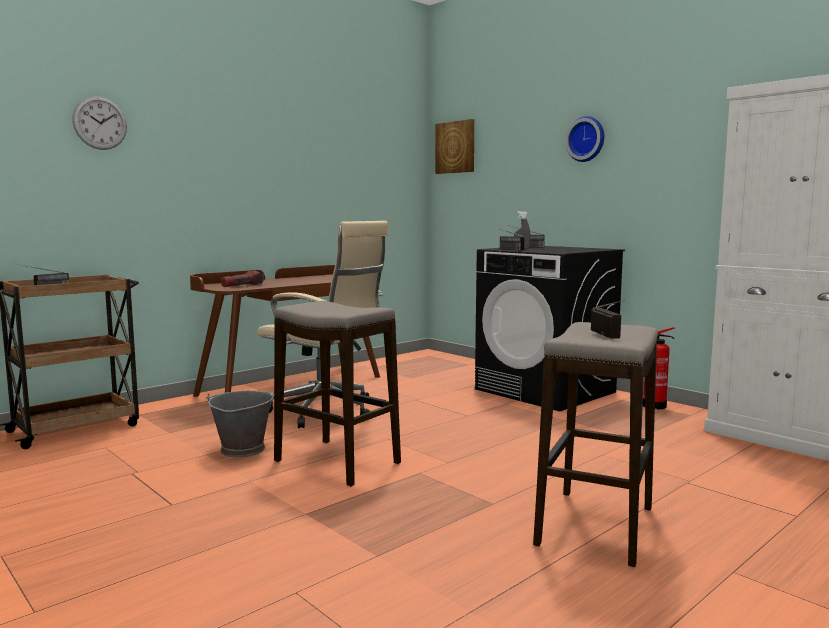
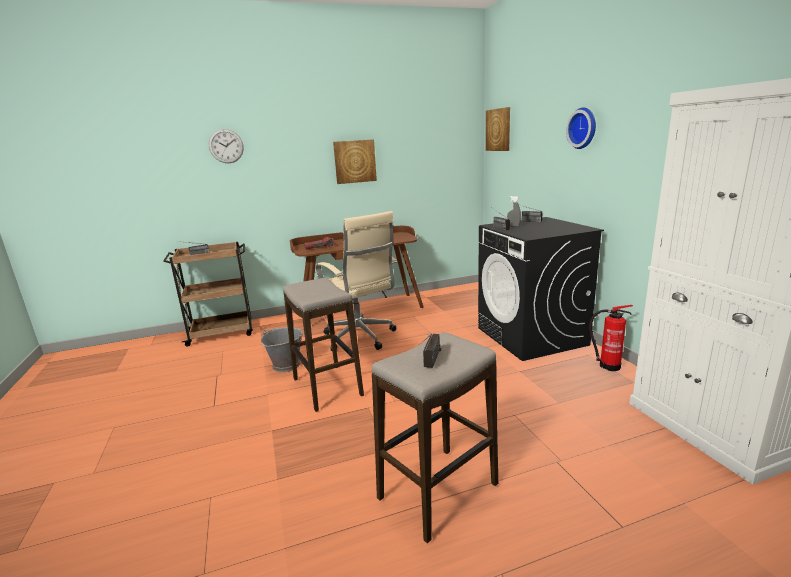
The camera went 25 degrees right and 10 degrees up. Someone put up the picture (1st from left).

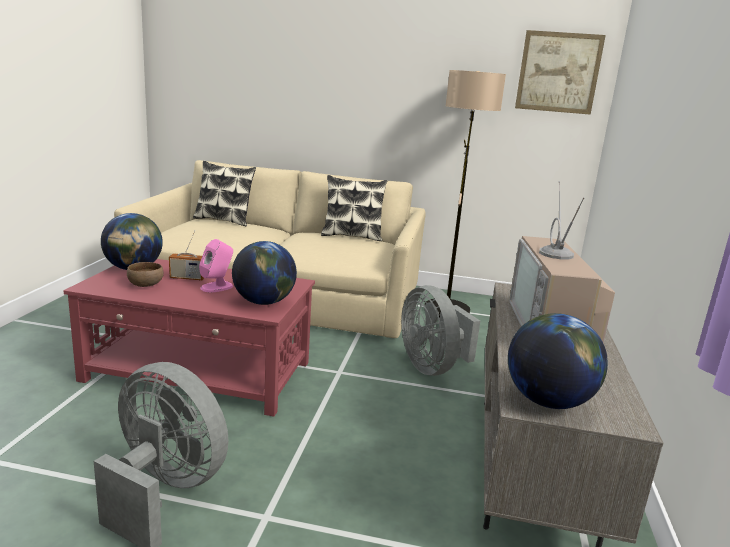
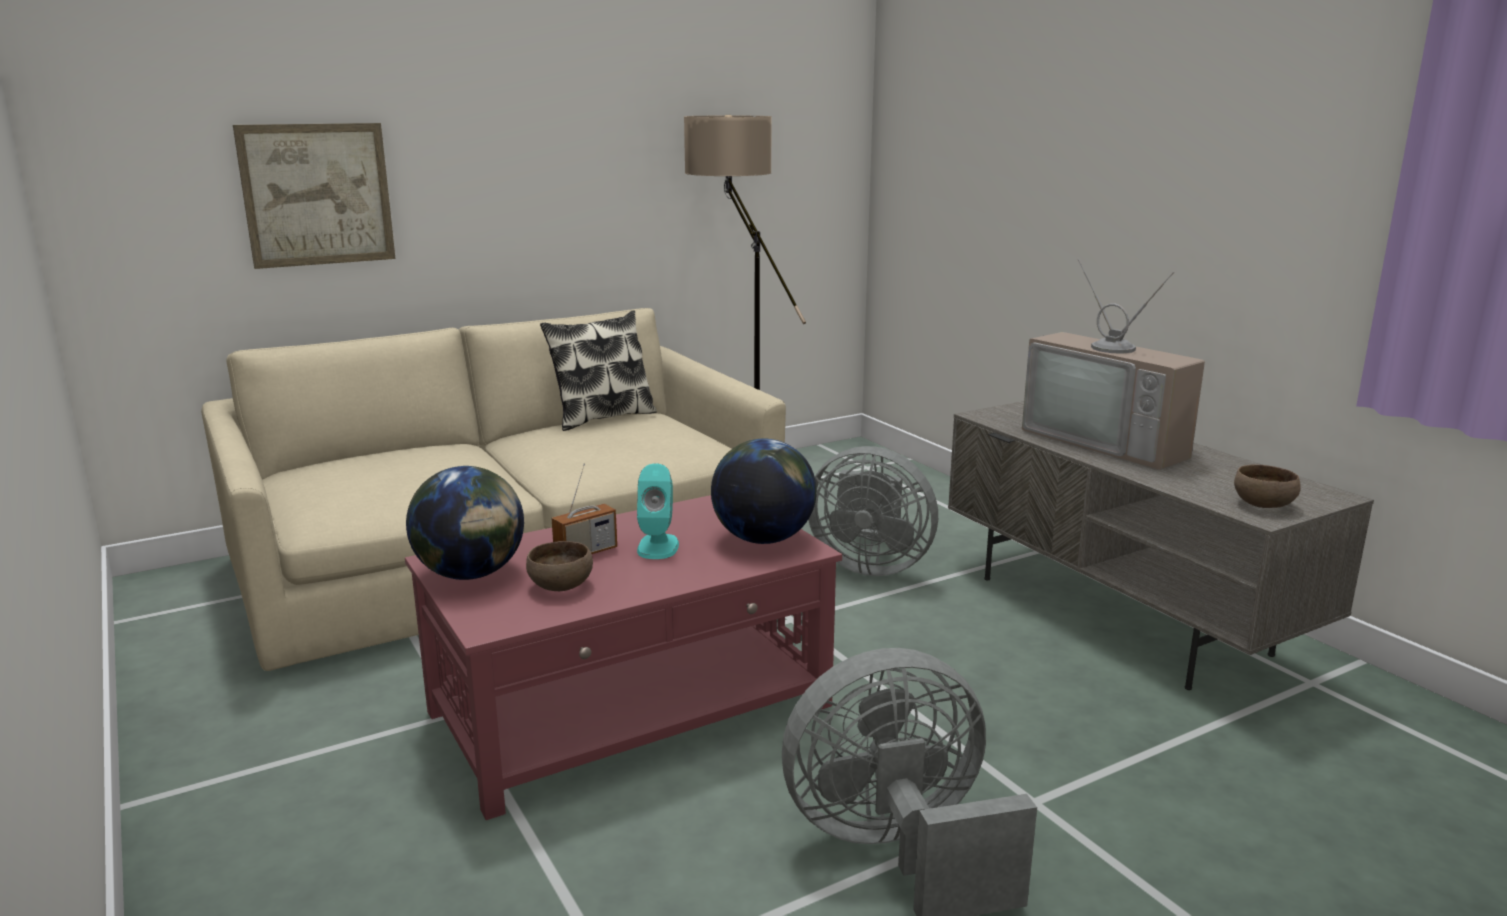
The camera went 40 degrees left and 0 degrees up. Someone carried the picture. Someone took away the cushion (1st from left). Someone repainted the pink-coloured speaker, which became the turquoise-coloured speaker. Someone swapped the globe (3rd from left) for the brown serving bowl (2nd from left).

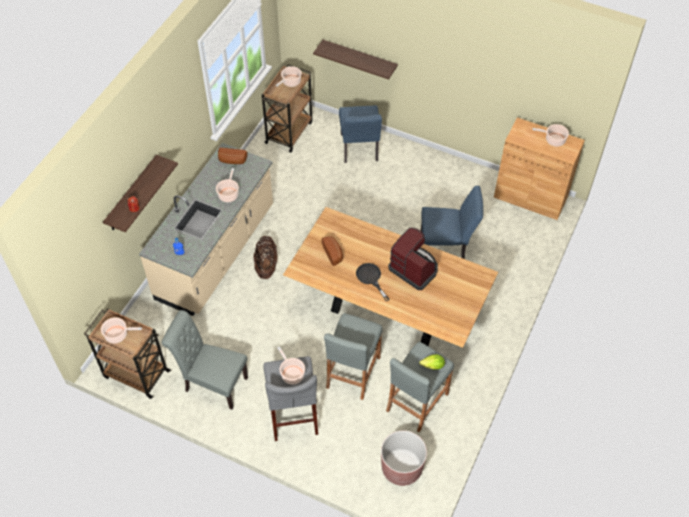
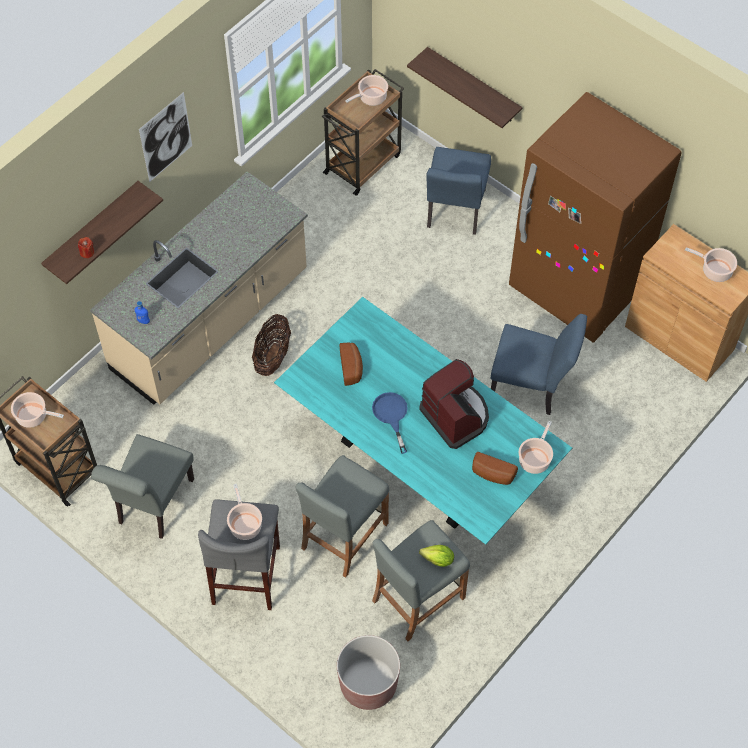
The camera went 15 degrees right and 5 degrees up. Someone carried the bread (1st from left in the first image). Someone carried the stockpot (2nd from left in the first image). Someone repainted the brown dining table, which became the turquoise-coloured dining table. Someone repainted the black pan, which became the blue pan. Someone rotated the grey chair by 105 degrees counterclockwise. Someone put up the picture. Someone put down the brown fridge.

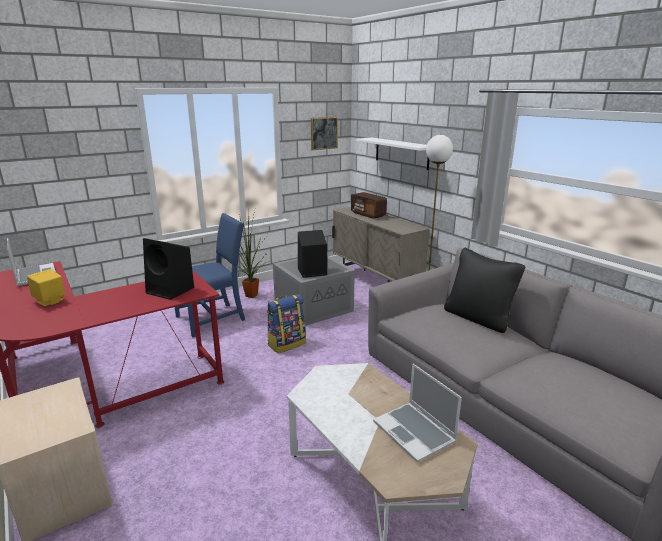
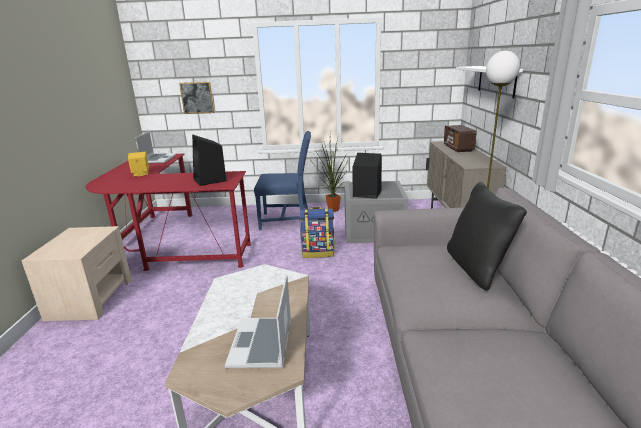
The camera went 35 degrees right and 0 degrees up. Someone carried the picture.

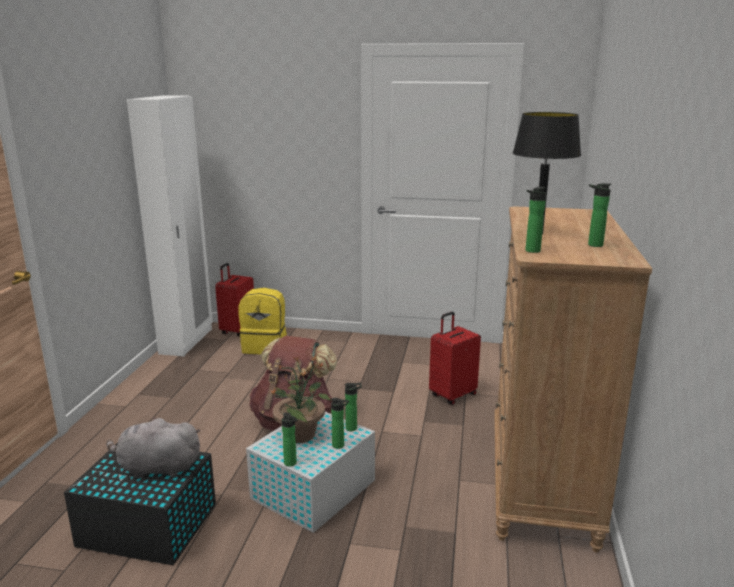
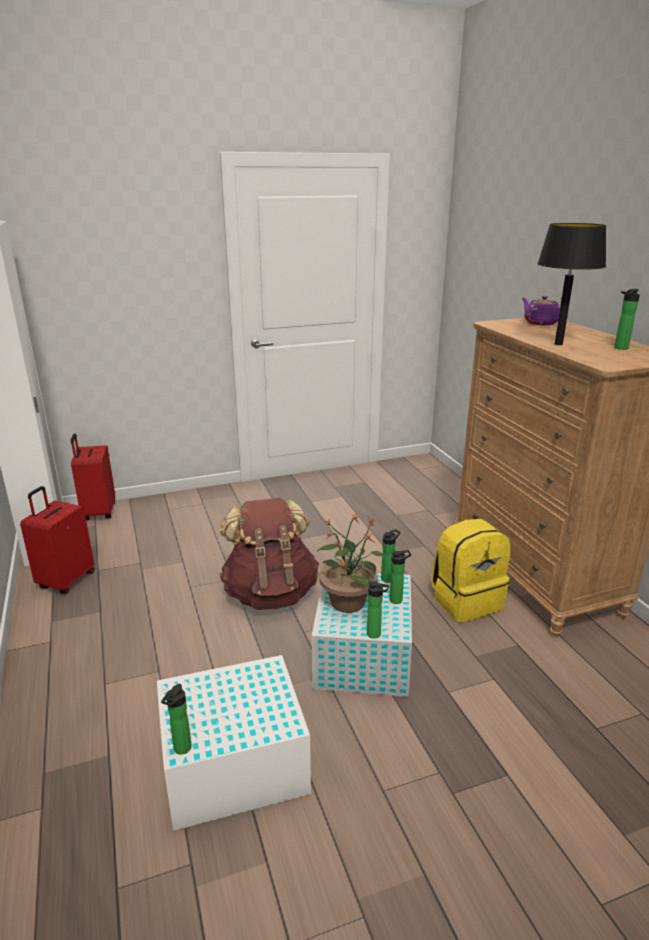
The camera went 30 degrees left and 5 degrees up. Someone carried the beverage bottle (4th from left in the first image). Someone carried the yellow-coloured knapsack. Someone carried the red suitcase (2nd from left in the first image). Someone took away the grey cuddly toy. Someone repainted the black storage container, which became the whitish storage container (1st from left). Someone put down the purplish teapot.

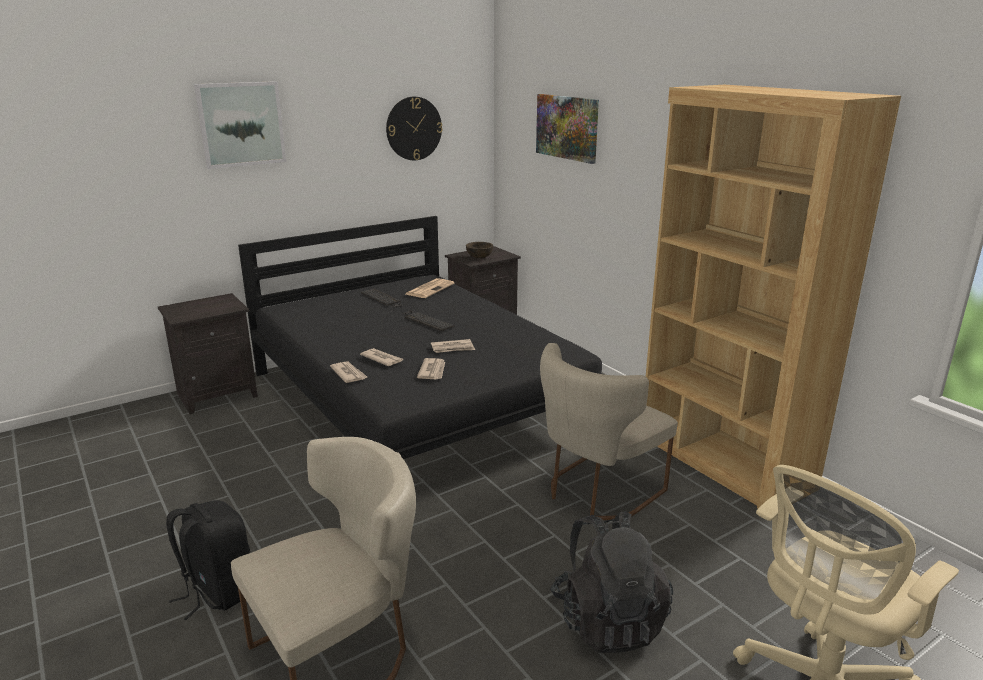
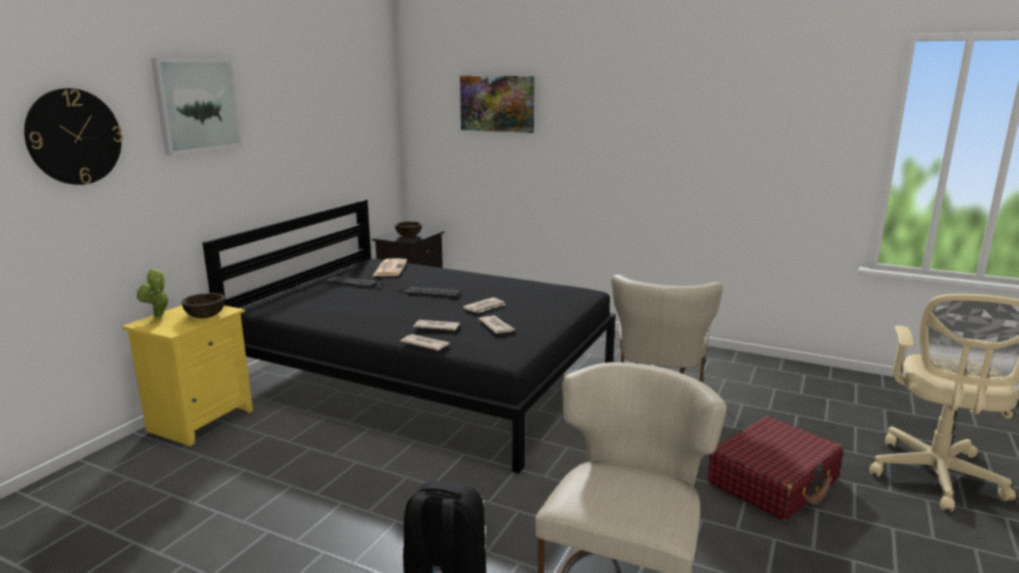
The camera went 30 degrees left and 5 degrees down. Someone took away the brown bookcase. Someone carried the hanging clock. Someone repainted the black night table (1st from left), which became the yellow-coloured night table. Someone swapped the black knapsack (2nd from left) for the red suitcase. Someone put down the plant in a pot. Someone put down the brown serving bowl (1st from left).

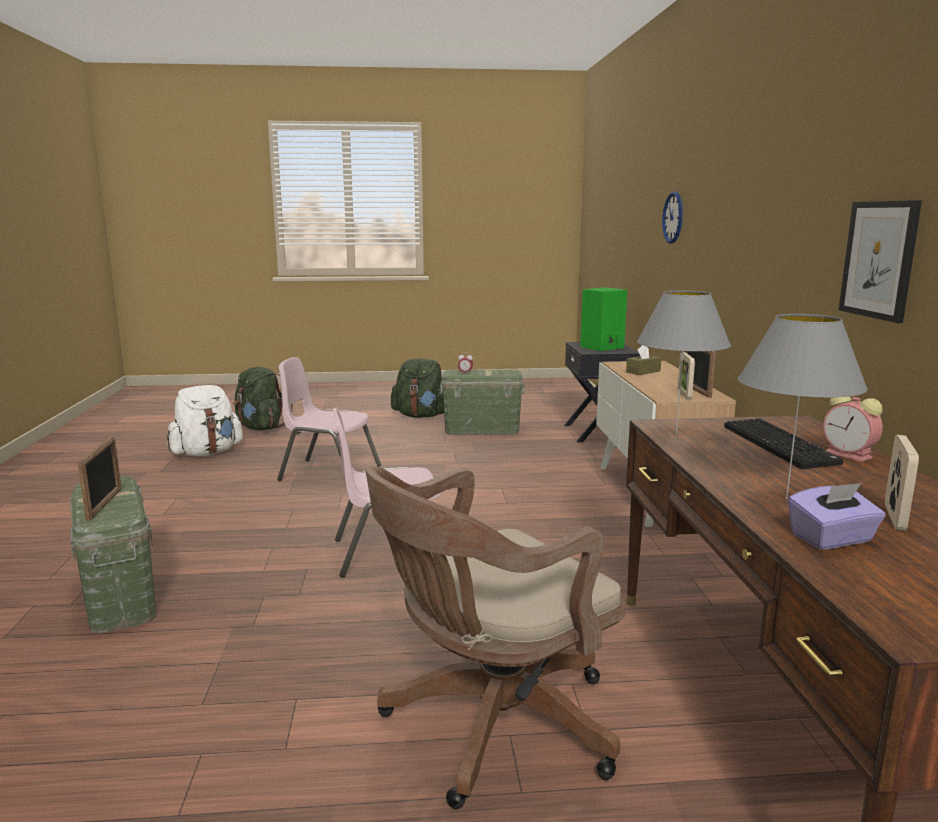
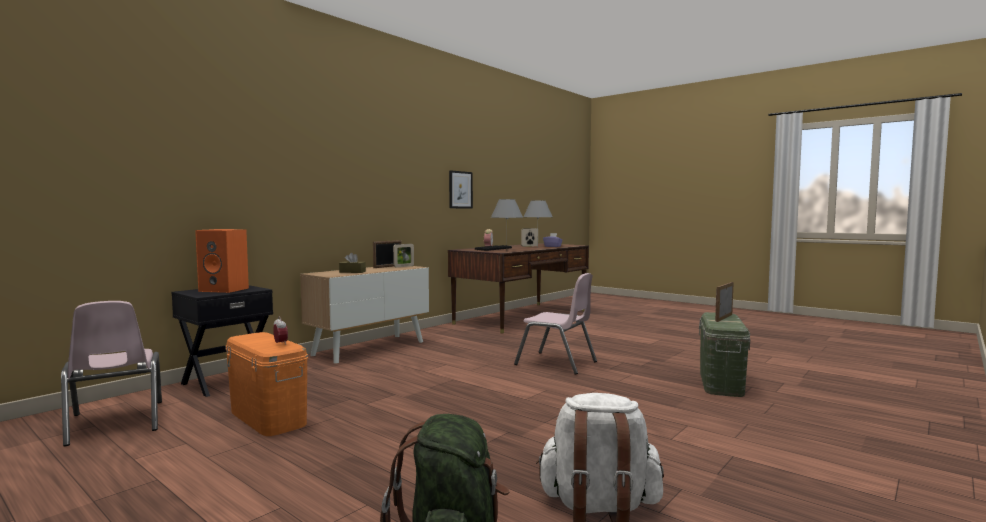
The camera went 135 degrees left and 10 degrees down. Someone took away the hanging clock. Someone repainted the green speaker, which became the orangey speaker. Someone carried the pink-coloured chair (1st from left). Someone took away the green knapsack (2nd from left). Someone repainted the green storage container (2nd from left), which became the orangey storage container. Someone took away the brown desk chair.

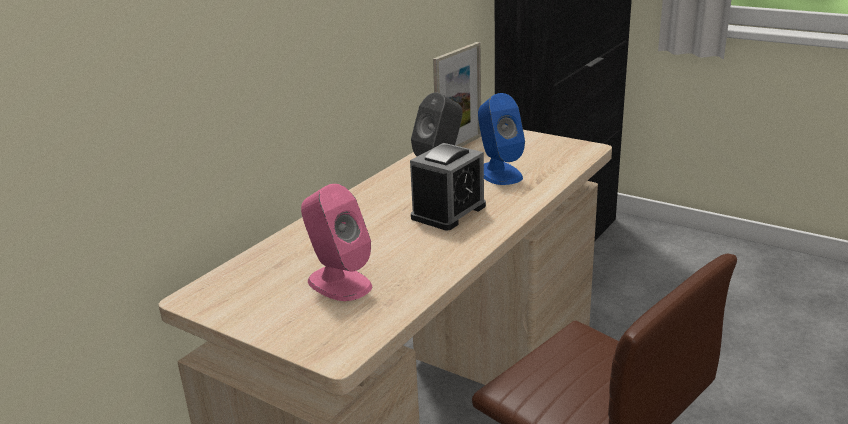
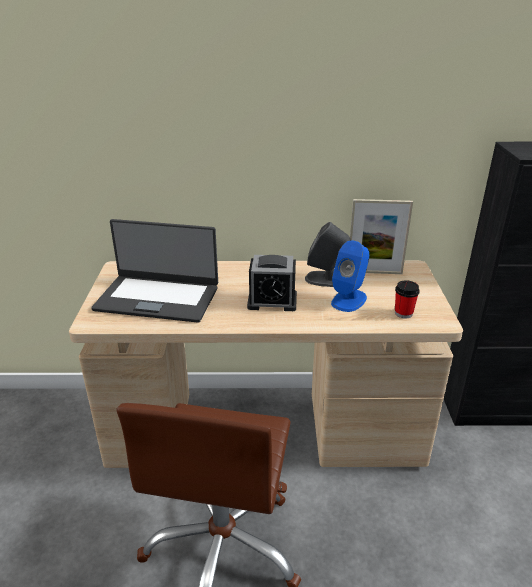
The camera went 55 degrees right and 5 degrees up. Someone swapped the pink-coloured speaker for the notebook computer. Someone put down the small cup.

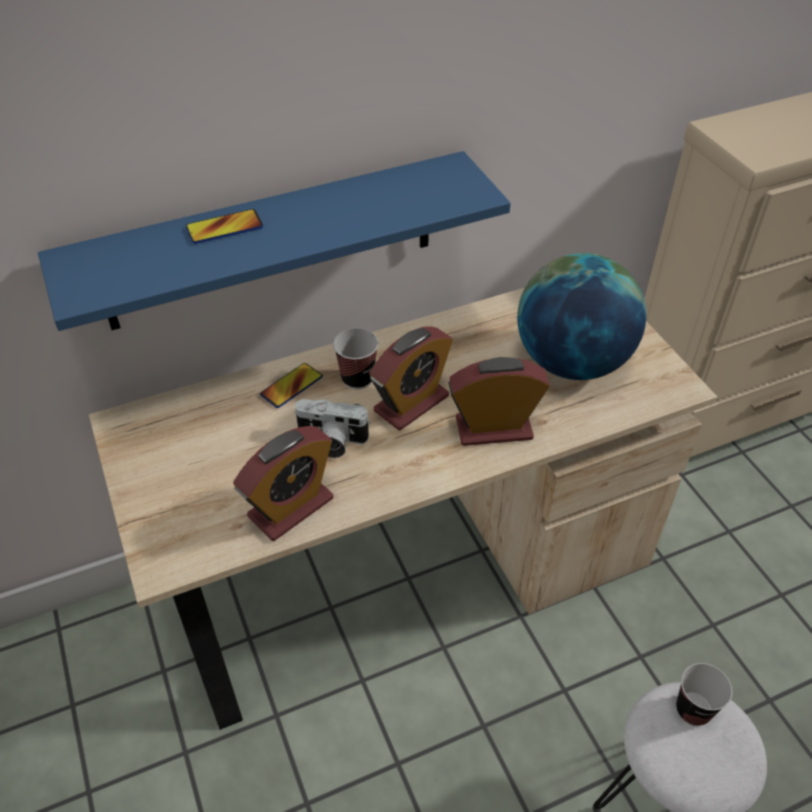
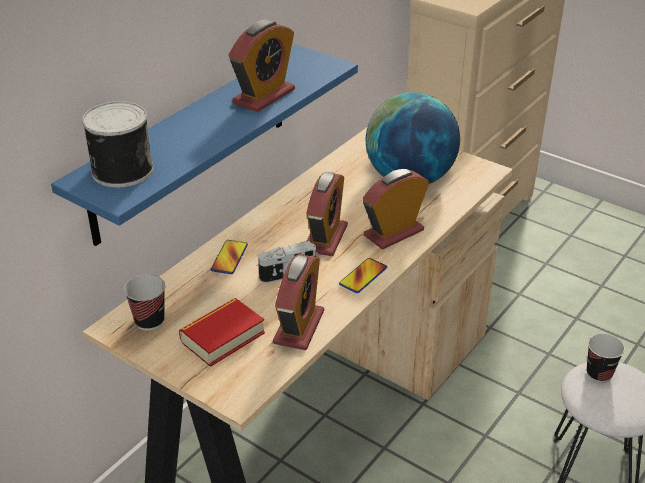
The camera went 30 degrees left and 10 degrees down. Someone carried the handset (1st from left in the first image). Someone carried the small cup (1st from left). Someone put down the bedside clock (1st from left). Someone put down the sealed can. Someone put down the volume.

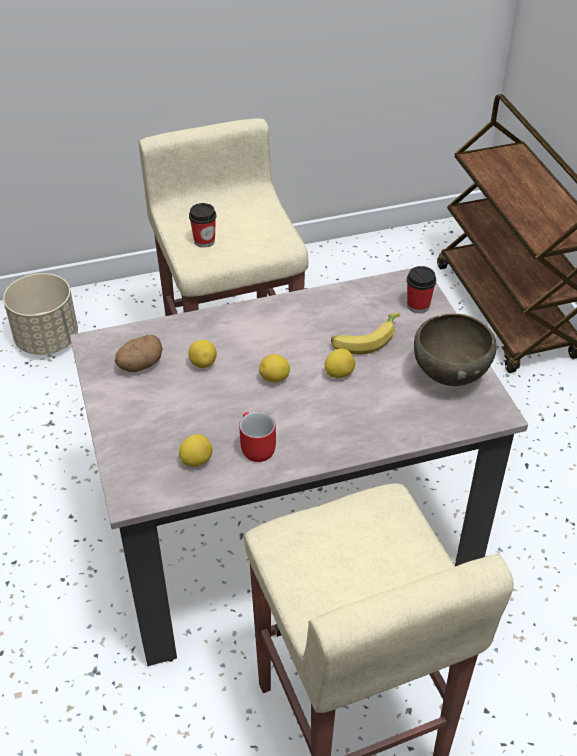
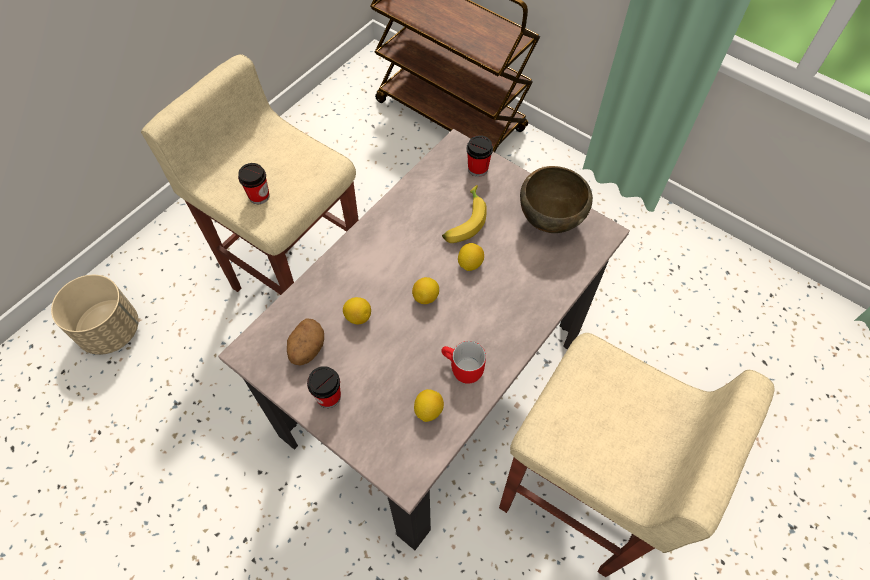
The camera went 35 degrees left and 15 degrees up. Someone put down the small cup (2nd from left).

